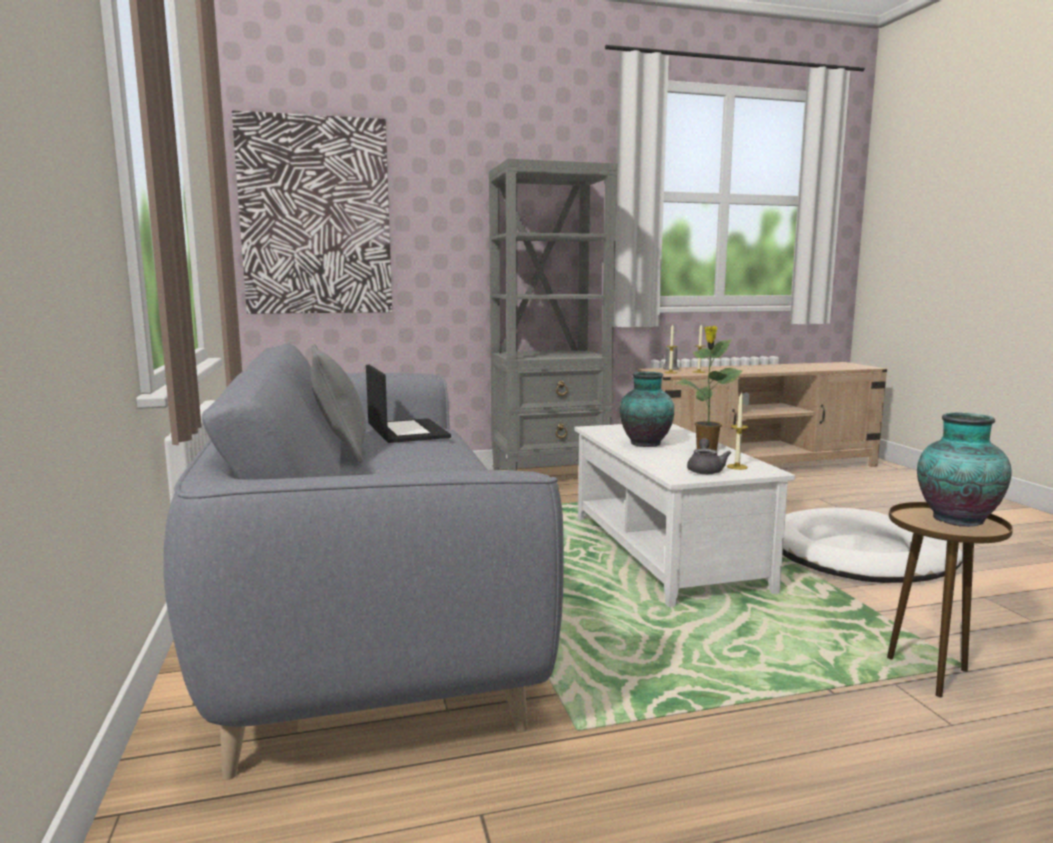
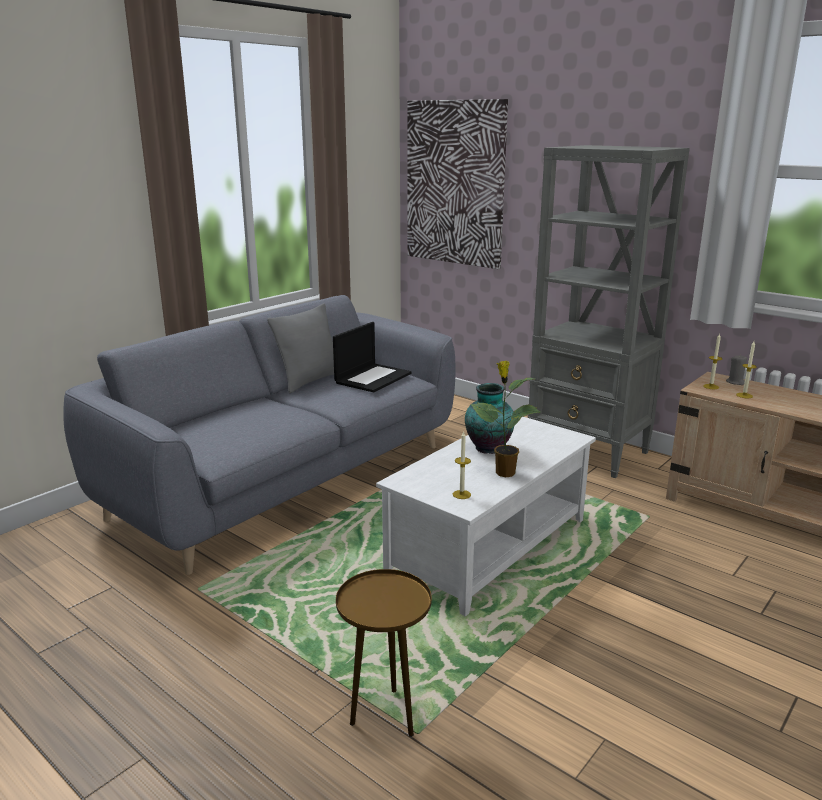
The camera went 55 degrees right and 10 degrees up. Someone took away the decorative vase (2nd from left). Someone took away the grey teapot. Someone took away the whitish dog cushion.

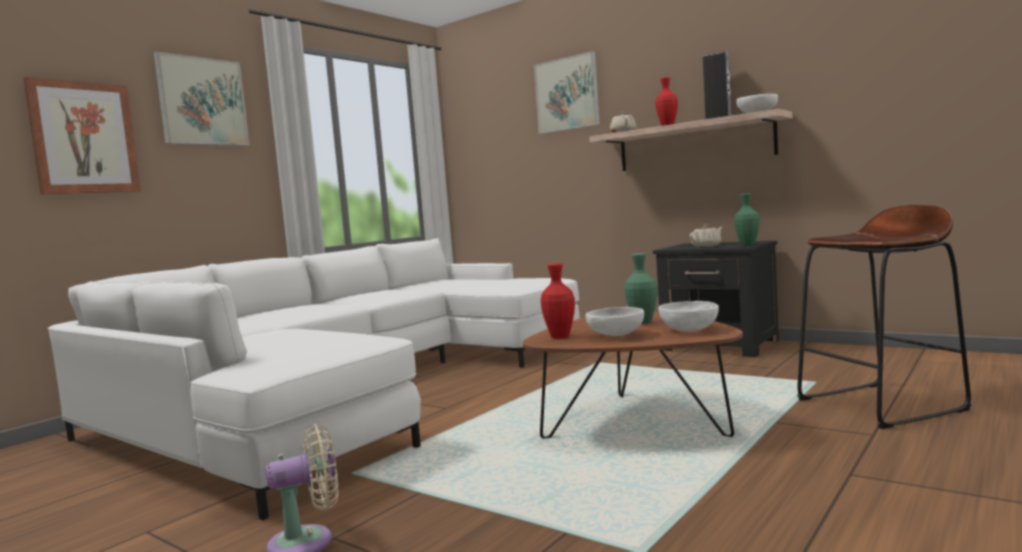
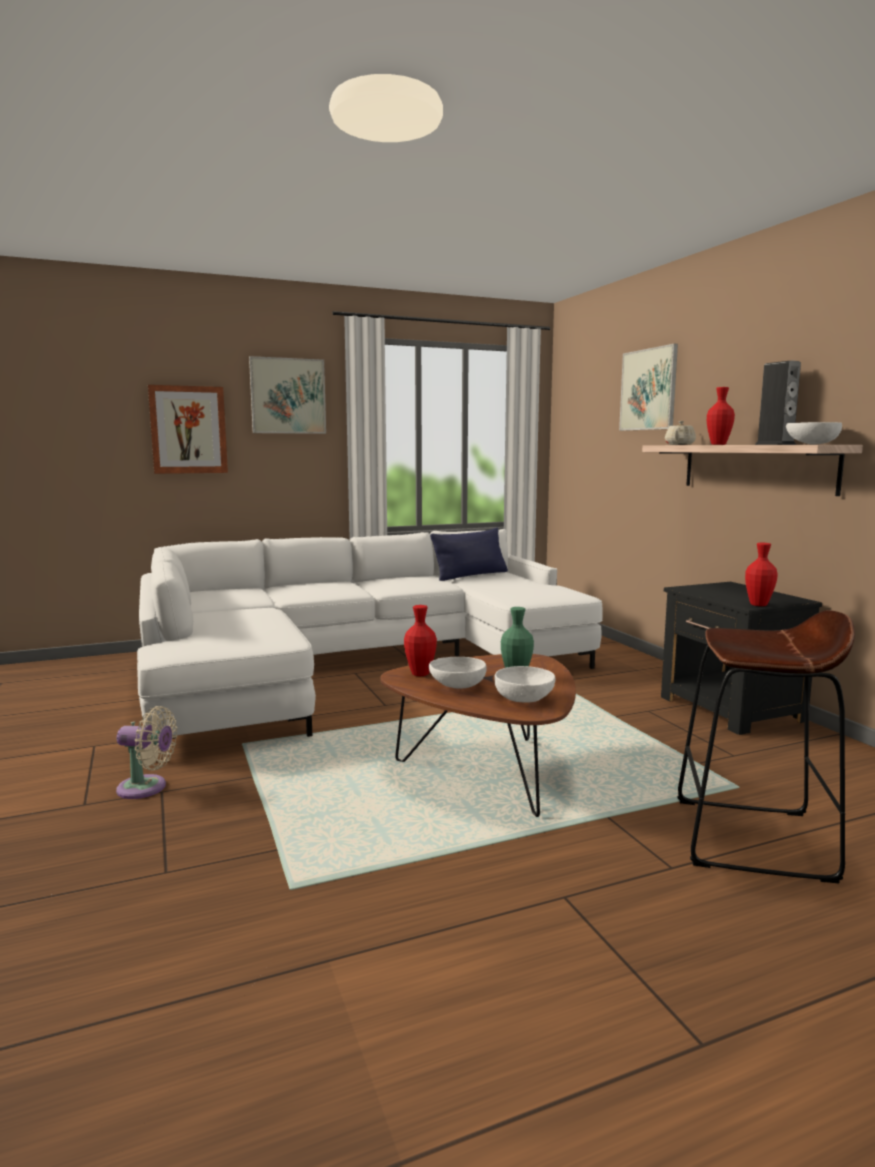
The camera went 30 degrees right and 5 degrees up. Someone repainted the green decorative vase (2nd from left), which became the red decorative vase (3rd from left). Someone took away the beige-coloured teapot (2nd from left). Someone put down the blue cushion.

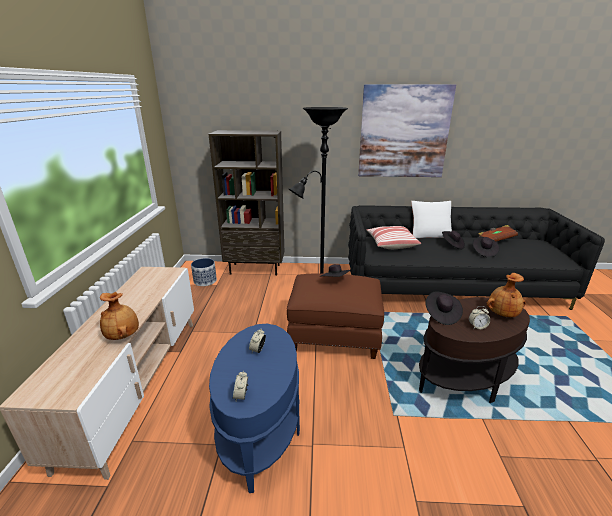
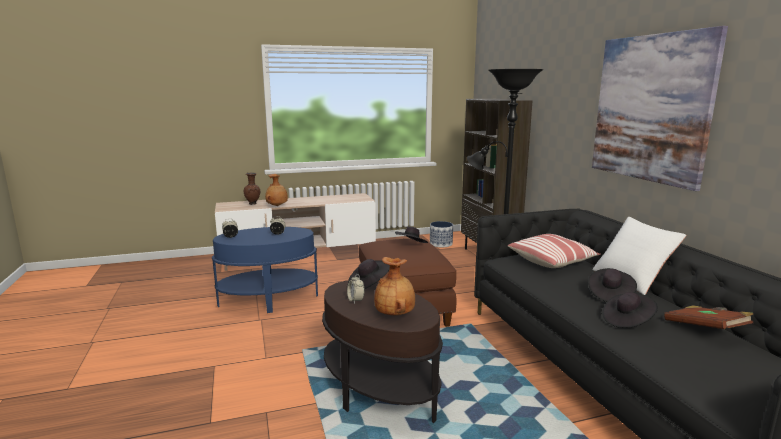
The camera went 70 degrees right and 10 degrees down. Someone put down the brown decorative vase (1st from left).

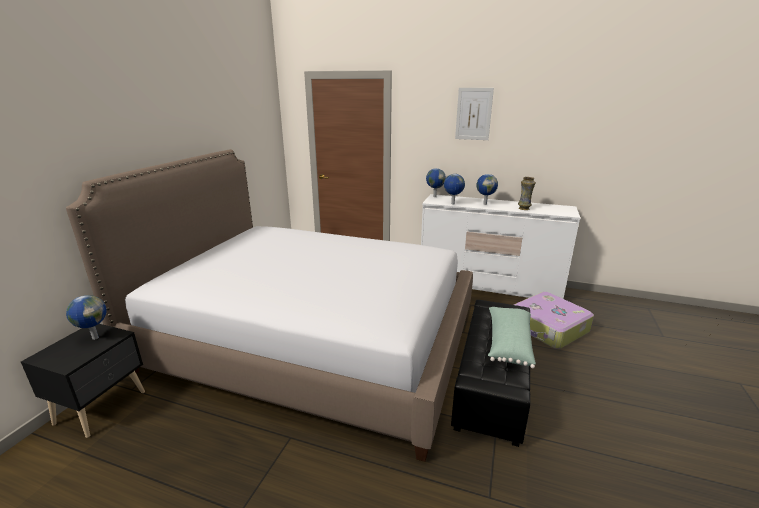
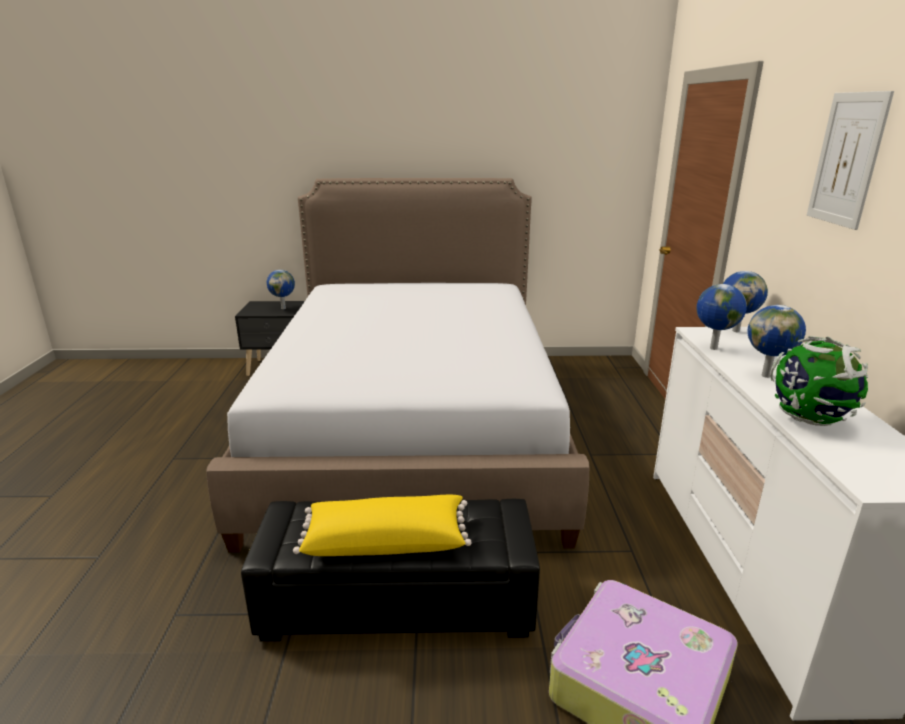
The camera went 70 degrees right and 0 degrees up. Someone swapped the decorative vase for the globe (5th from left). Someone repainted the green cushion, which became the yellow-coloured cushion.

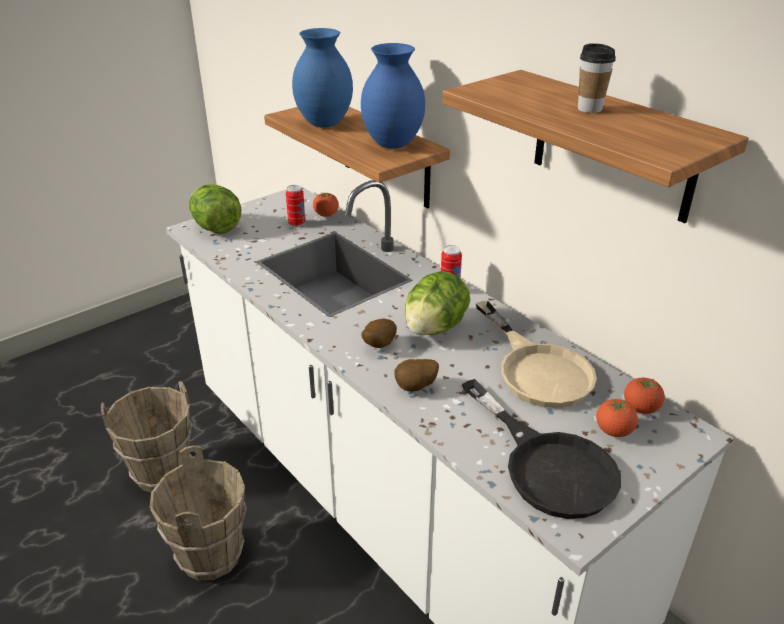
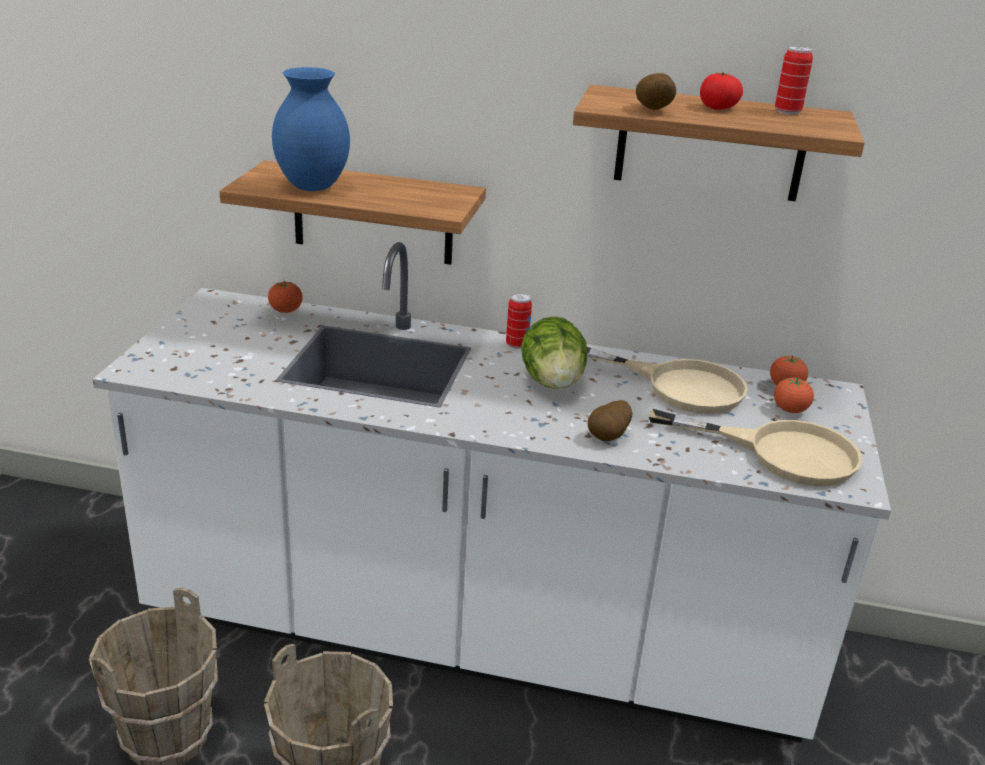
The camera went 40 degrees left and 5 degrees down. Someone took away the blue decorative vase (2nd from left). Someone swapped the small cup for the tomato (2nd from left). Someone took away the head of lettuce (1st from left). Someone carried the sealed can (1st from left in the first image). Someone carried the potato (1st from left in the first image). Someone repainted the black pan, which became the beige-coloured pan (2nd from left).

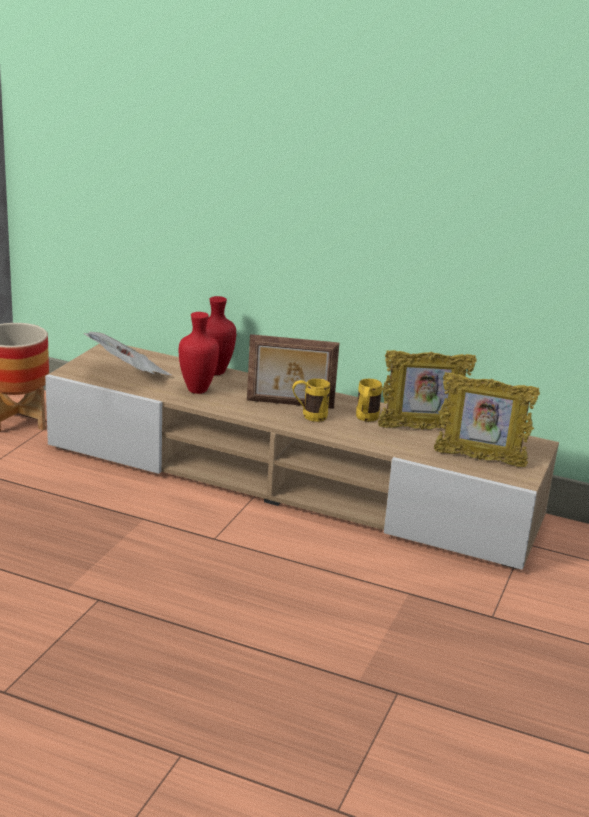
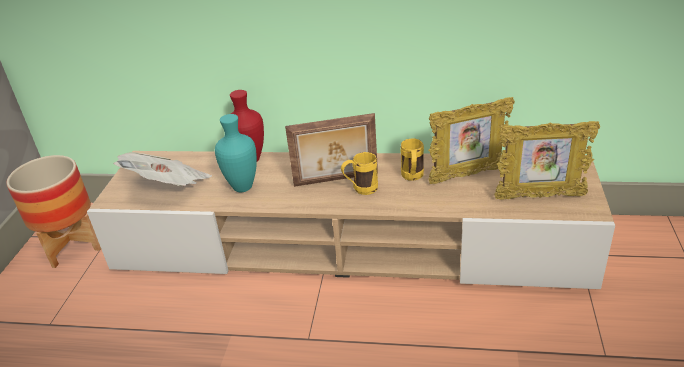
The camera went 10 degrees left and 10 degrees up. Someone repainted the red decorative vase (1st from left), which became the turquoise-coloured decorative vase.

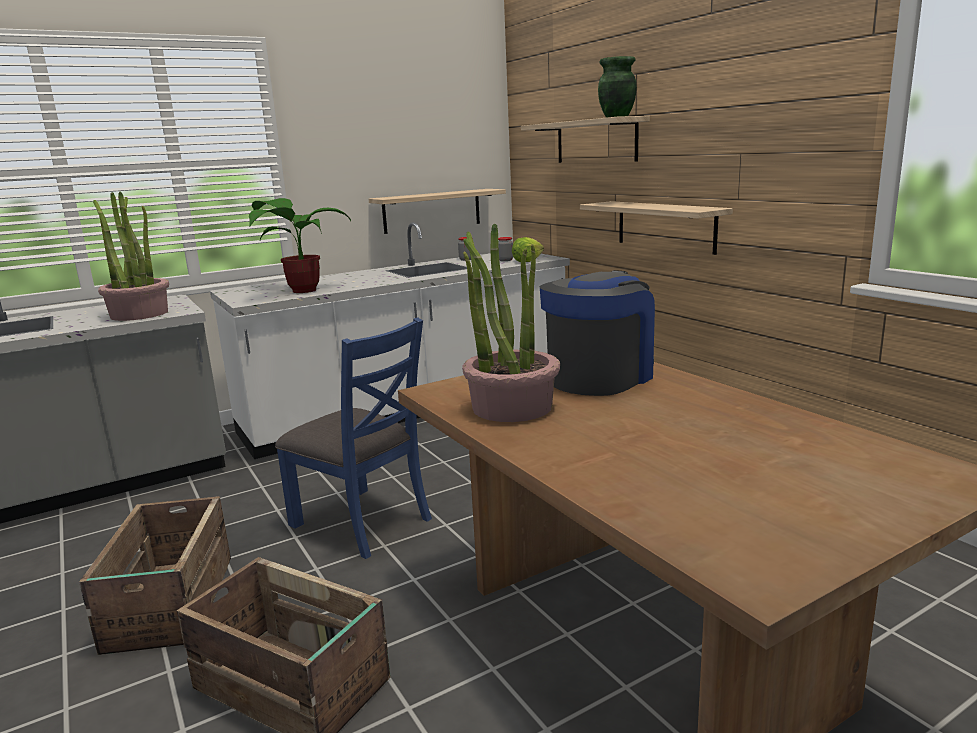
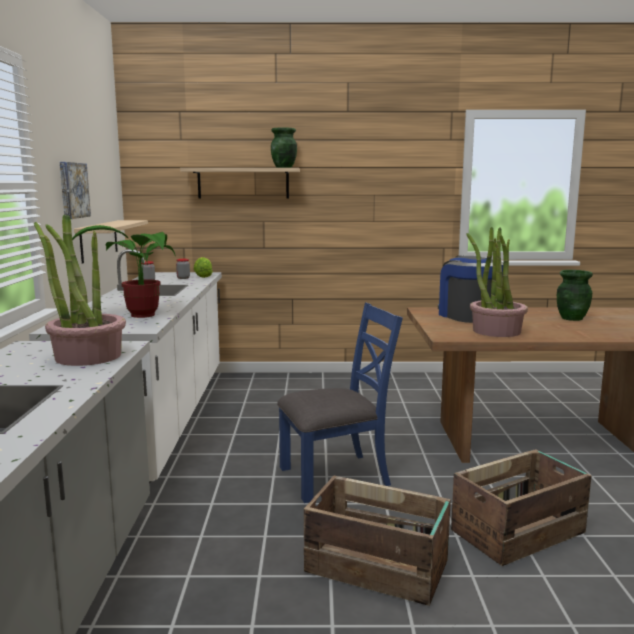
The camera went 60 degrees left and 5 degrees down. Someone took away the wall shelf (3rd from left). Someone put up the picture. Someone put down the green decorative vase (2nd from left).

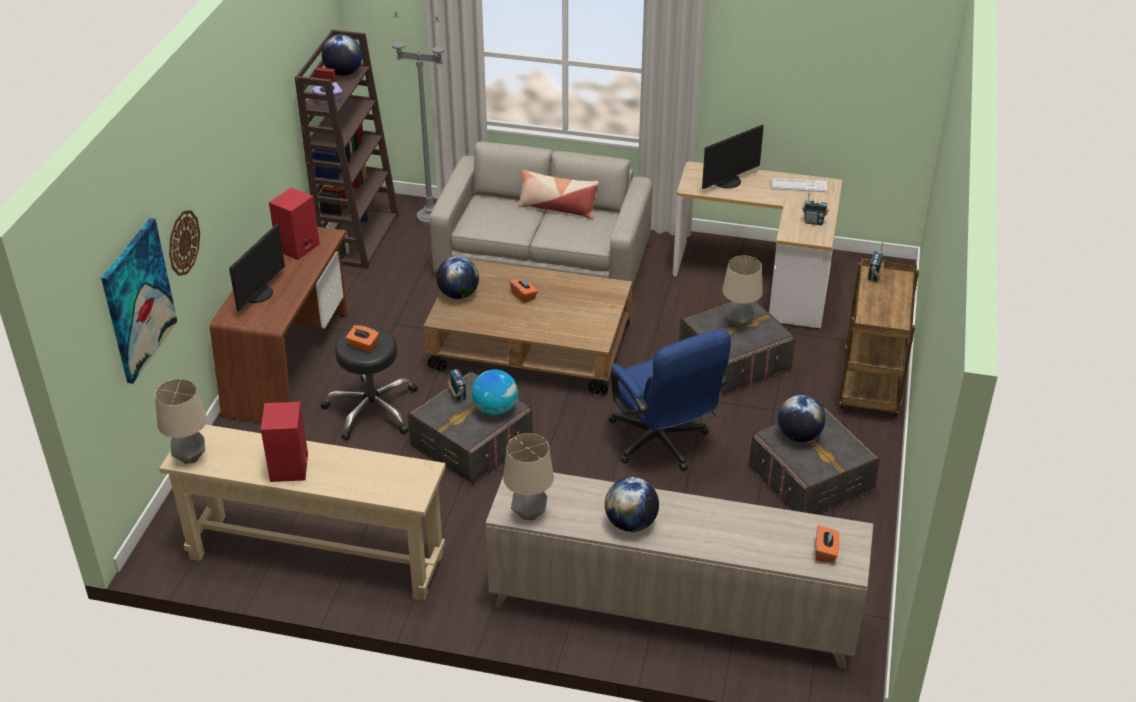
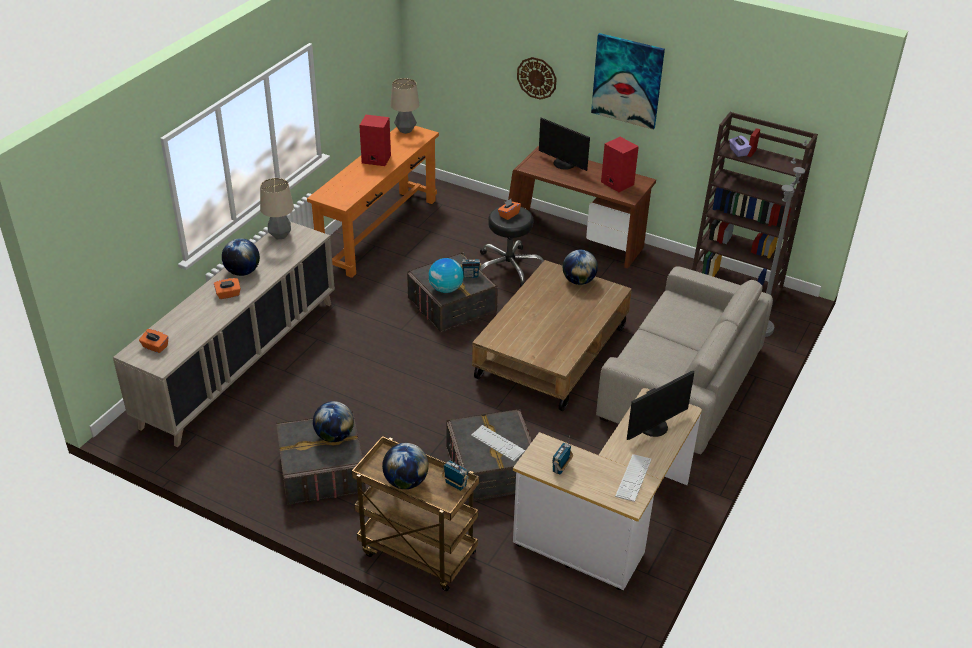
The camera went 105 degrees right and 0 degrees up. Someone carried the globe (1st from left in the first image). Someone rotated the computer screen (2nd from left) by 105 degrees counterclockwise. Someone took away the cushion. Someone carried the picture. Someone swapped the tabletop lamp (3rd from left) for the computer keyboard (1st from left). Someone carried the orangey tissue box (2nd from left). Someone took away the blue desk chair. Someone repainted the beige-coloured narrow table, which became the orangey narrow table.

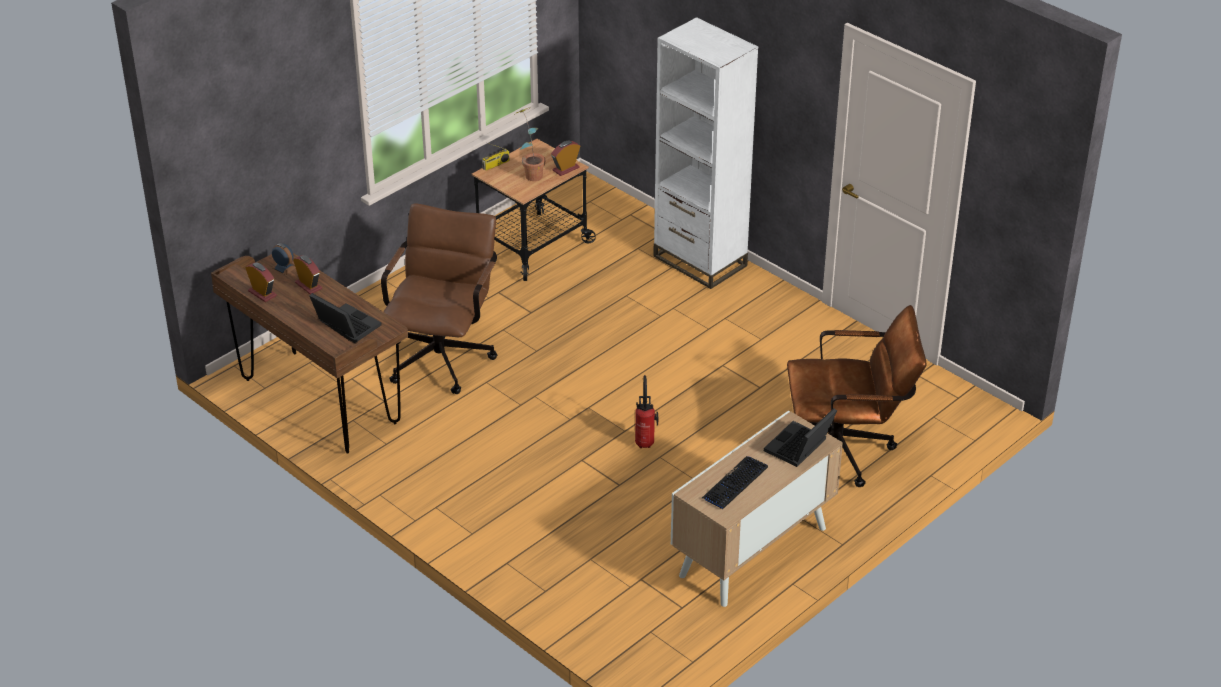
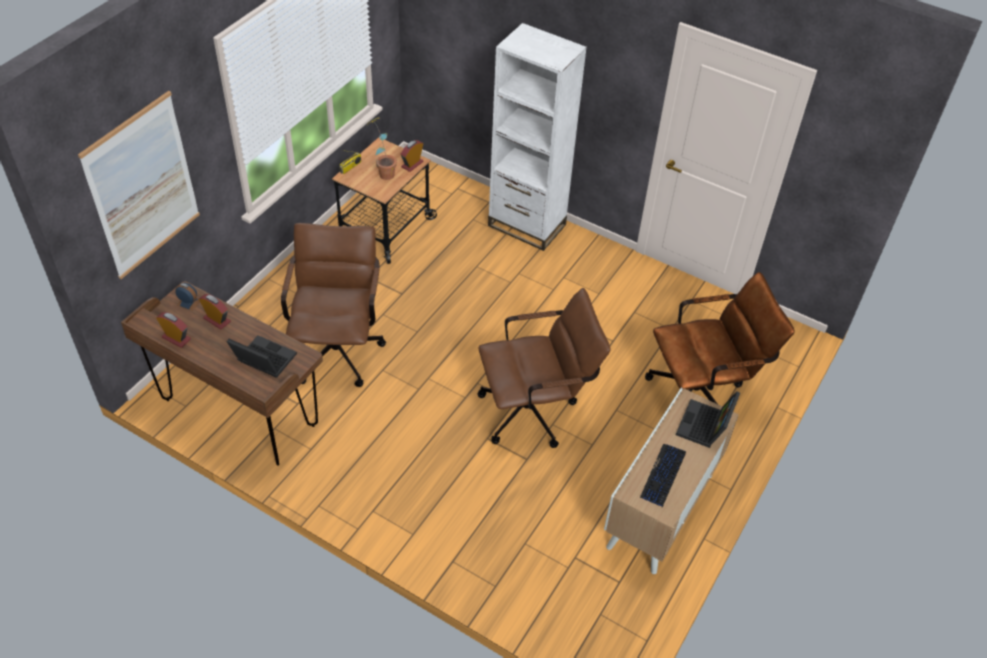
The camera went 15 degrees left and 10 degrees up. Someone swapped the extinguisher for the brown desk chair (2nd from left). Someone put up the picture.

